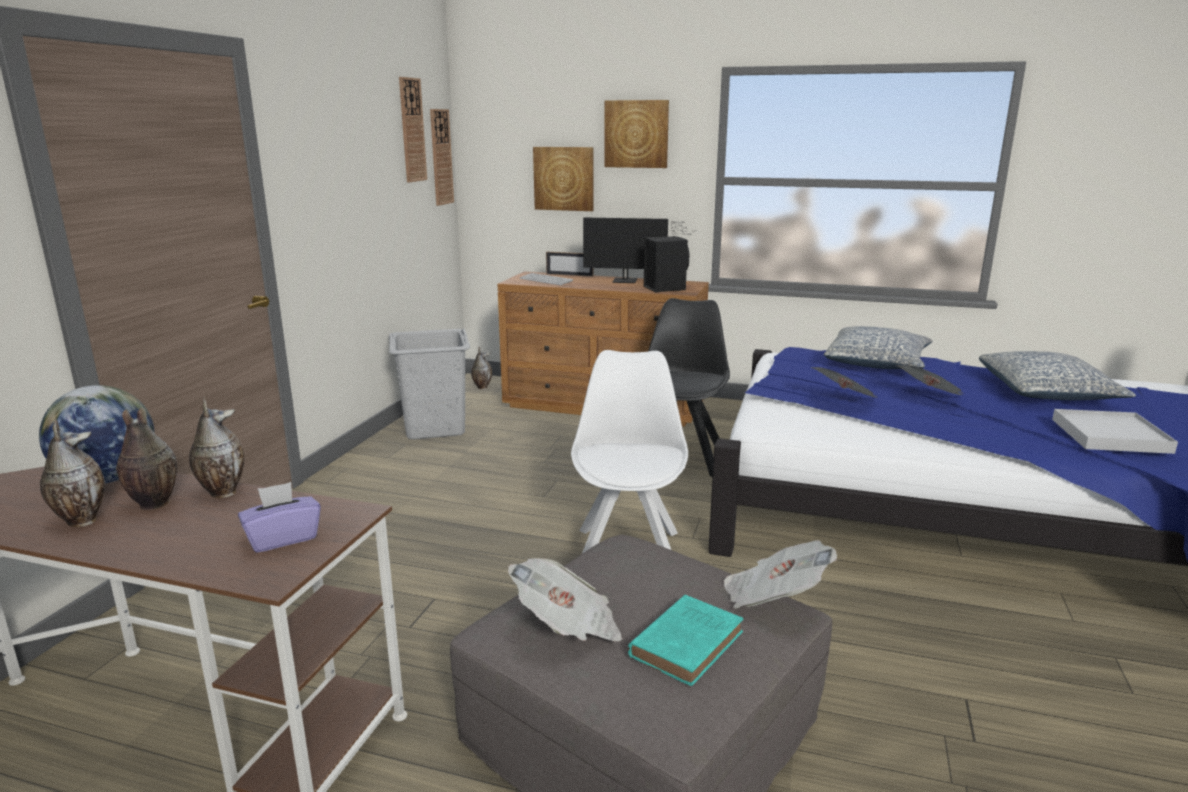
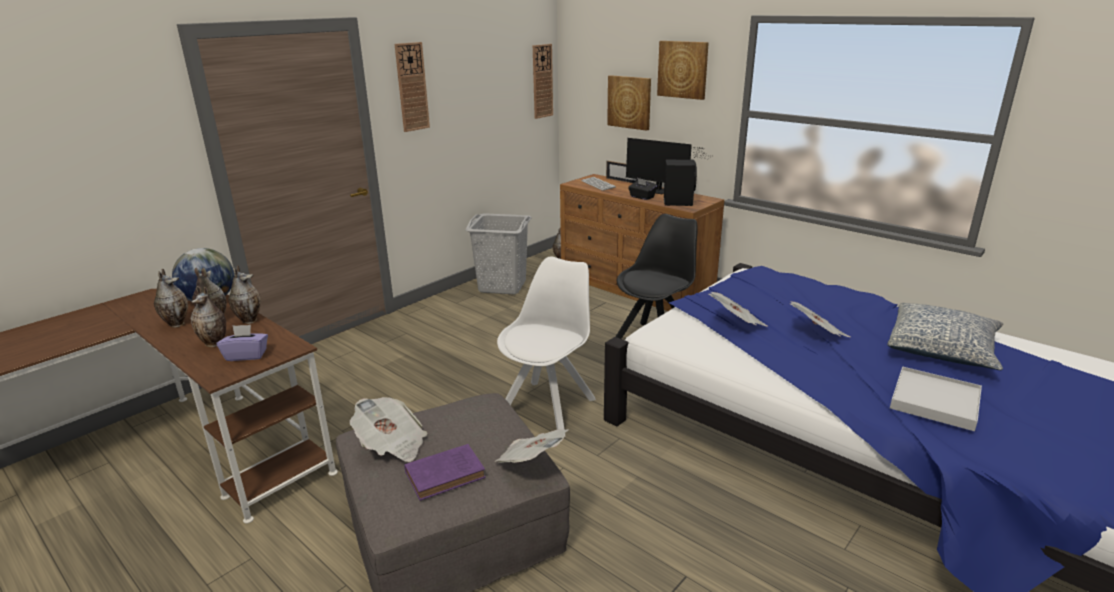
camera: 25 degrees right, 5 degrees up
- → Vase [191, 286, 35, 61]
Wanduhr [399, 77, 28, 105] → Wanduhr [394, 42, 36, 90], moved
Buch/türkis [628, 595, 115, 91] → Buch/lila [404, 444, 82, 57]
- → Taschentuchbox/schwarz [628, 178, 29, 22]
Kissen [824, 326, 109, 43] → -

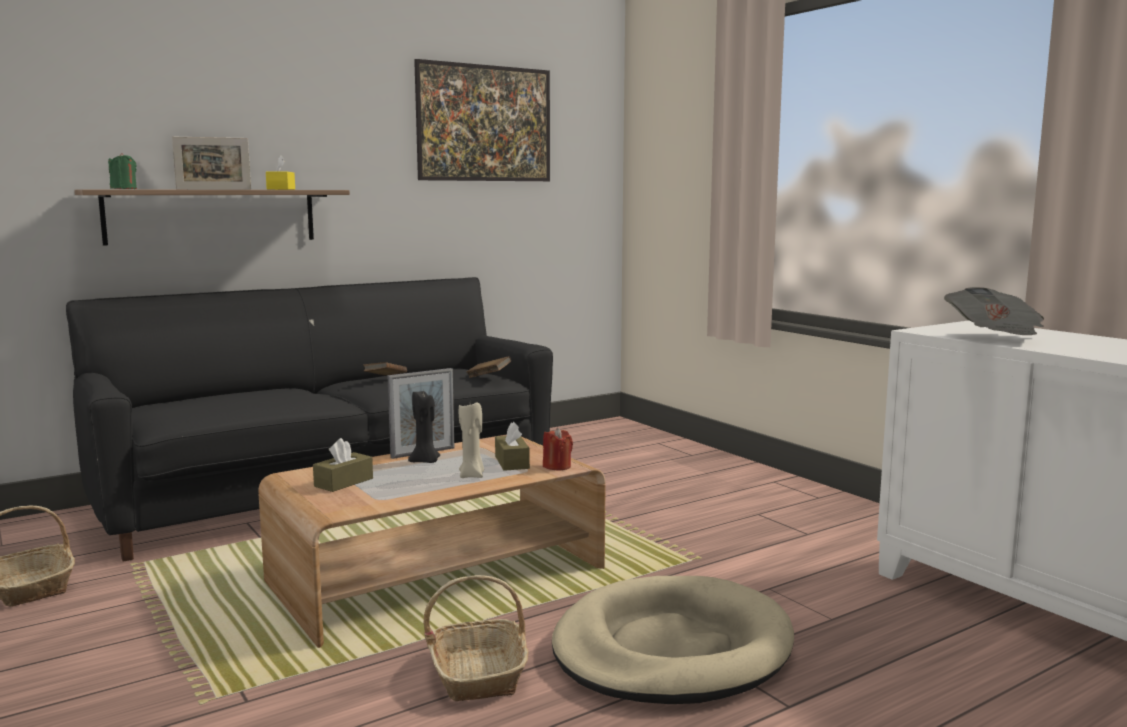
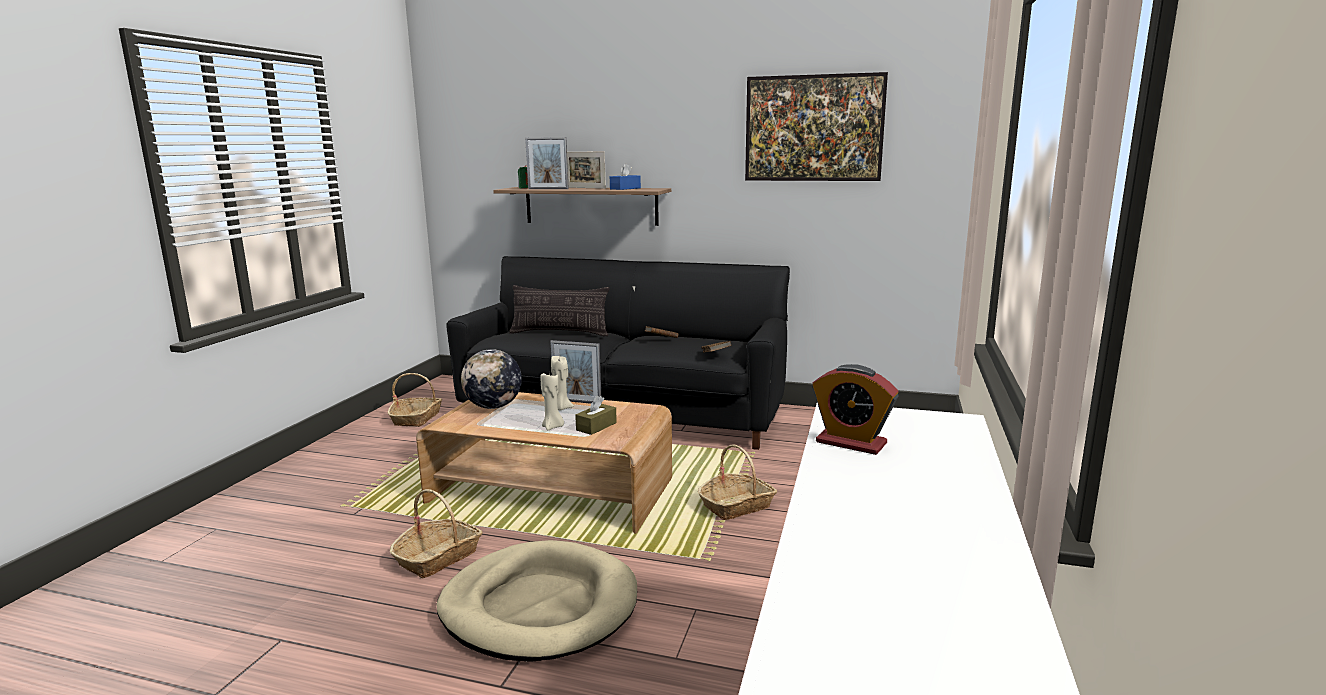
camera: 50 degrees right, 5 degrees up
Taschentuchbox/braun [313, 438, 60, 54] → Globus [461, 349, 61, 60]
- → Kissen [509, 285, 100, 51]
- → Bilderrahmen [525, 137, 44, 52]
Kerze/schwarz [408, 390, 32, 73] → Kerze/beige [551, 356, 23, 54]
Taschentuchbox/gelb [266, 155, 29, 35] → Taschentuchbox/blau [610, 163, 31, 27]
- → Korb [698, 444, 79, 76]
Zeitung [944, 287, 100, 48] → Wecker [812, 364, 87, 91]
Kerze/rot [543, 428, 30, 42] → -

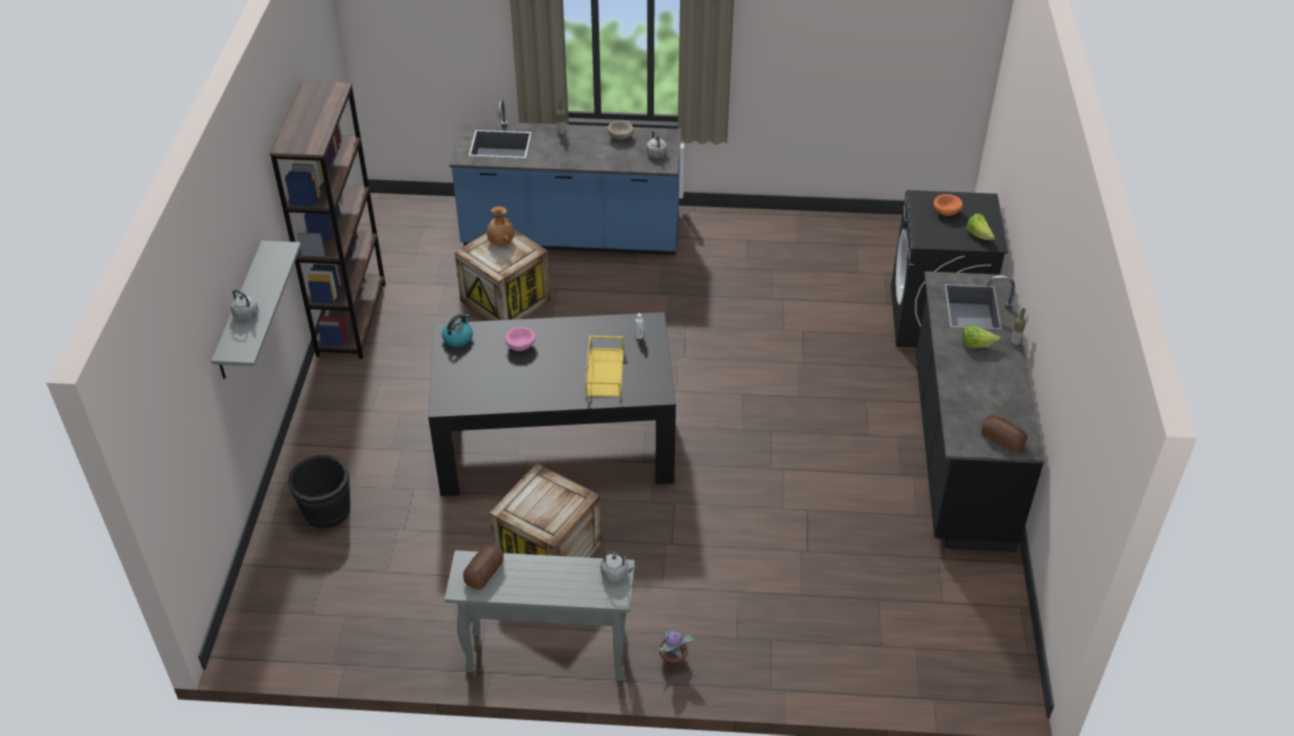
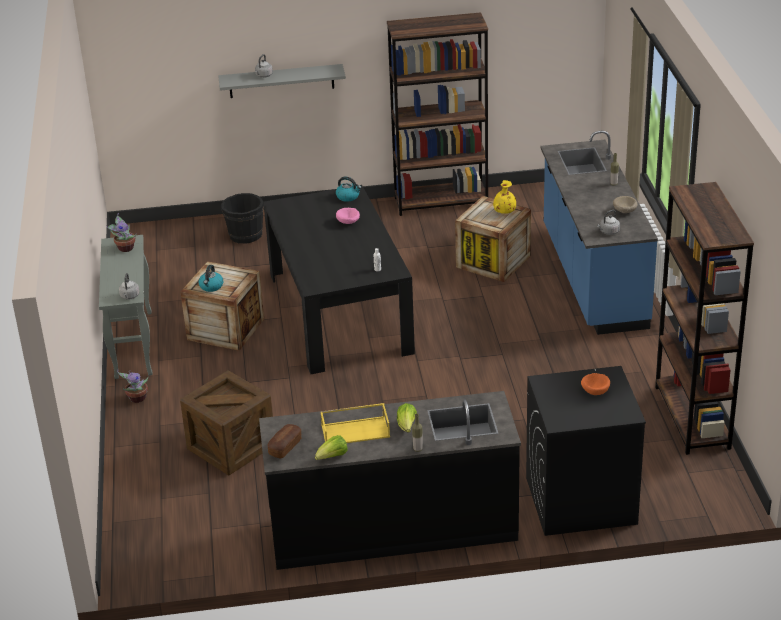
camera: 80 degrees right, 10 degrees down
Brot [463, 544, 41, 46] → Topfpflanze [107, 213, 30, 39]
- → Kiste [180, 370, 93, 105]
- → Wasserkessel [198, 265, 25, 27]
Salatkopf [966, 213, 29, 27] → Salatkopf [315, 435, 33, 25], moved
Tablett/gelb [585, 335, 39, 62] → Tablett/gelb [320, 403, 70, 40], moved
Vase/braun [487, 206, 27, 39] → Vase/gelb [493, 180, 23, 34]
- → Bücherregal/braun [655, 182, 99, 273]

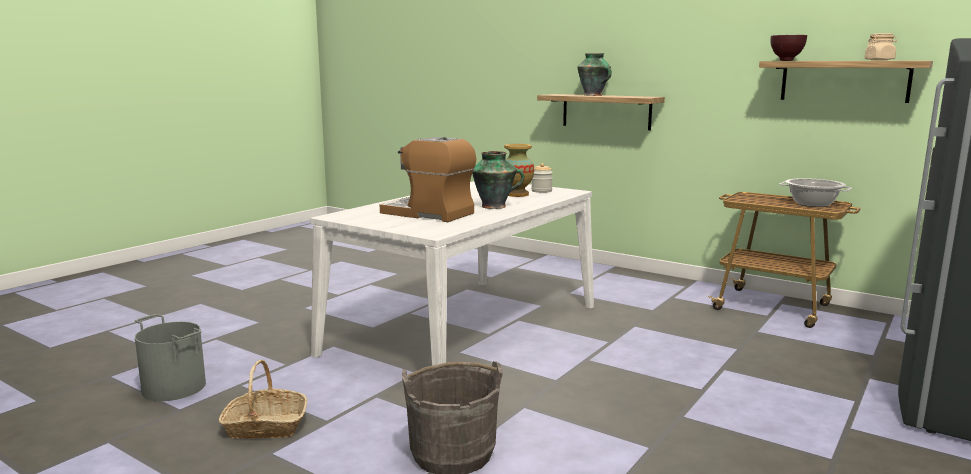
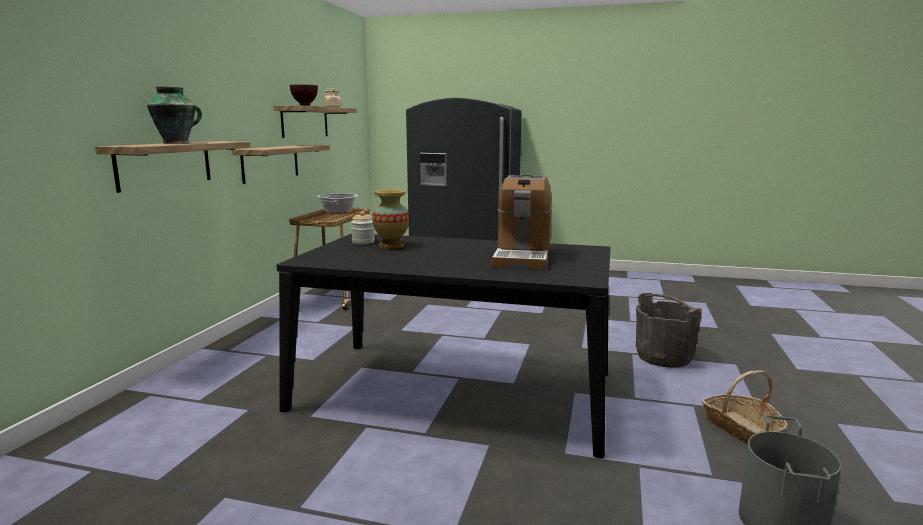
camera: 110 degrees left, 0 degrees up
- → Wandregal [231, 145, 99, 39]
Esstisch/weiß [311, 181, 283, 185] → Esstisch/schwarz [277, 234, 334, 224]
Vase [472, 151, 53, 58] → -

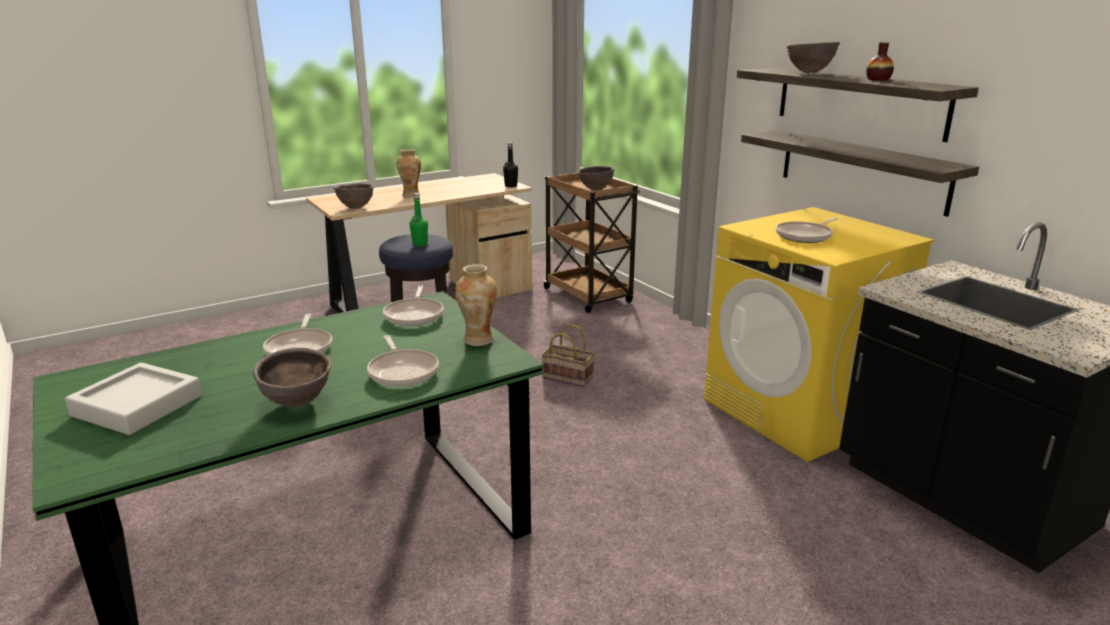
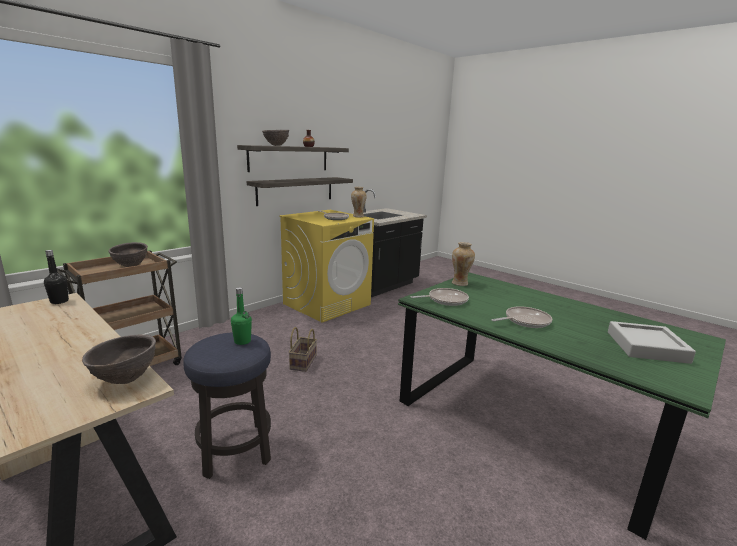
camera: 105 degrees left, 5 degrees down
Vase [396, 149, 25, 48] → Vase [351, 187, 16, 30], moved
Schüssel/braun [253, 348, 78, 59] → -
Pfanne [367, 335, 72, 52] → -

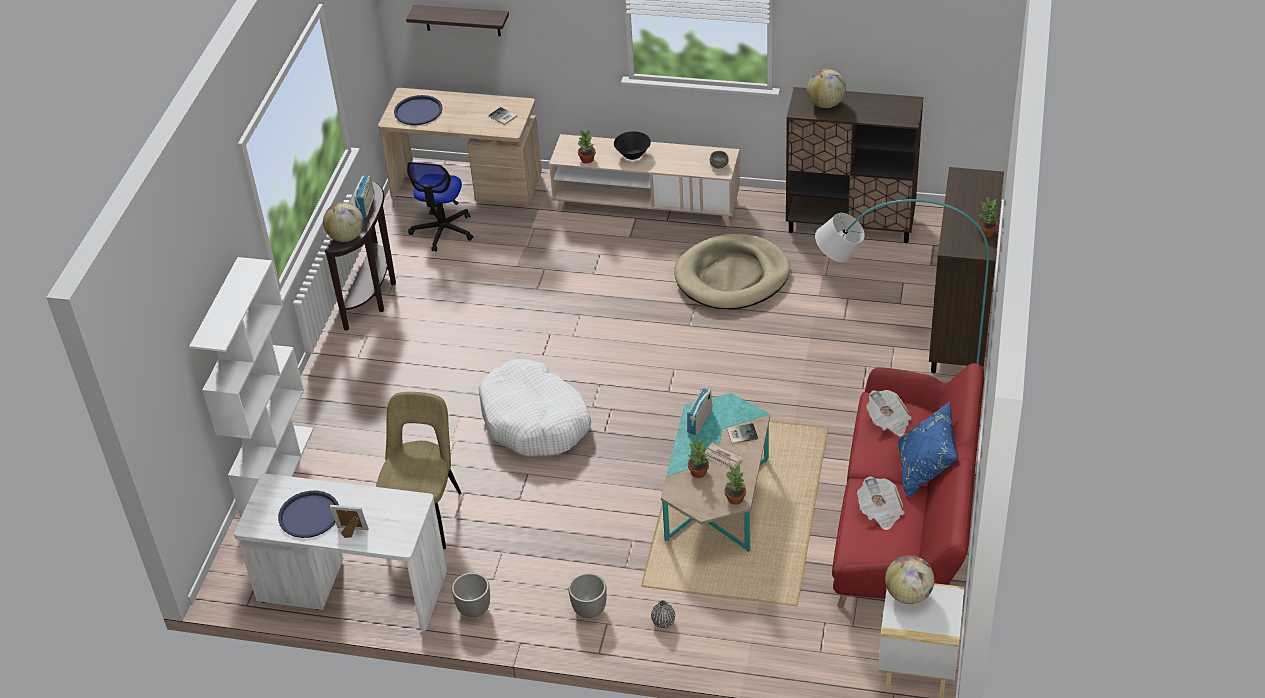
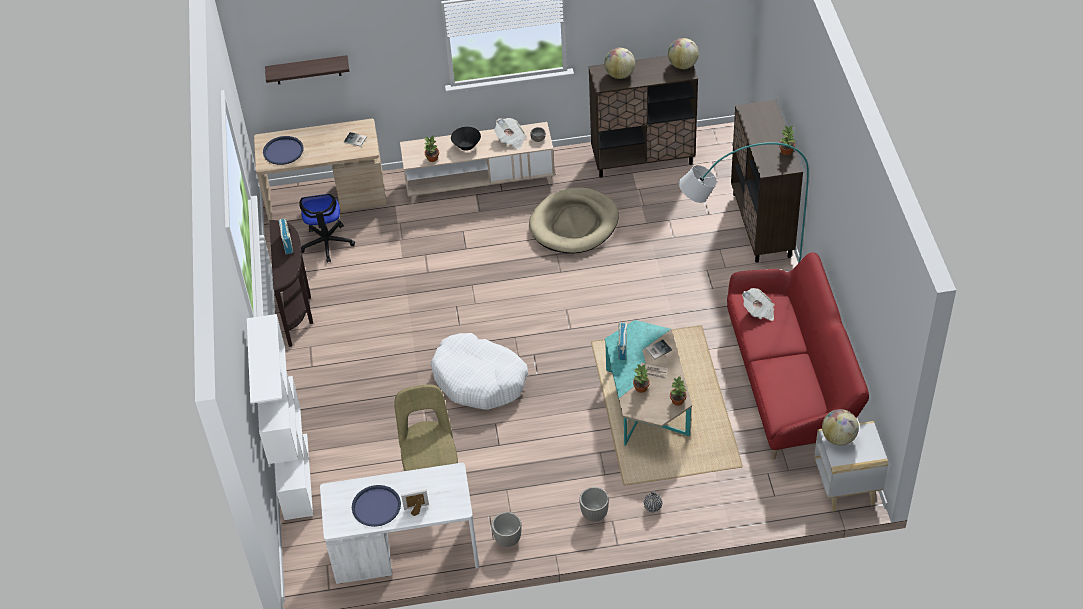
camera: 20 degrees left, 5 degrees up
Zeitung [857, 476, 47, 54] → Zeitung [494, 118, 33, 31], moved
Globus [323, 202, 41, 40] → Globus [668, 38, 31, 31], moved
Kissen/blau [898, 401, 60, 97] → -

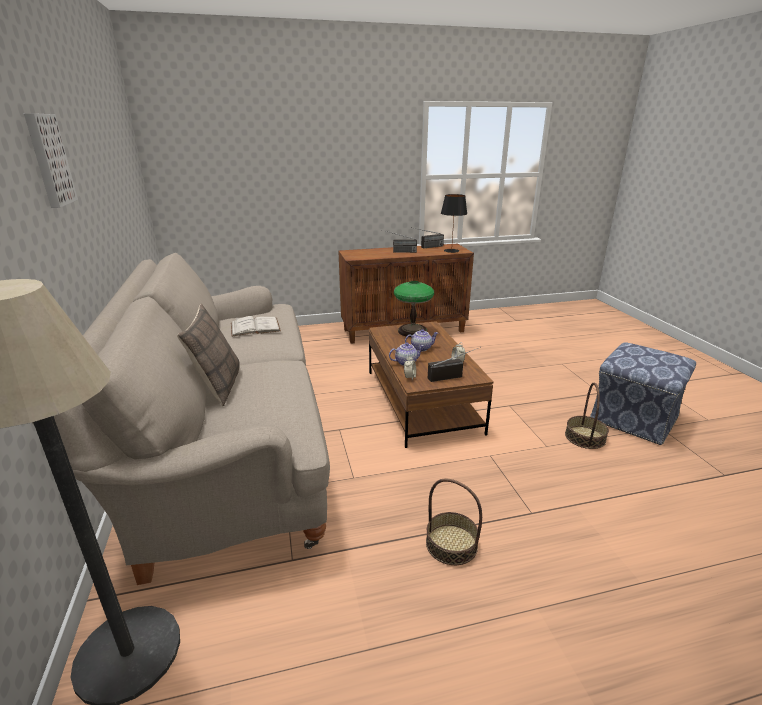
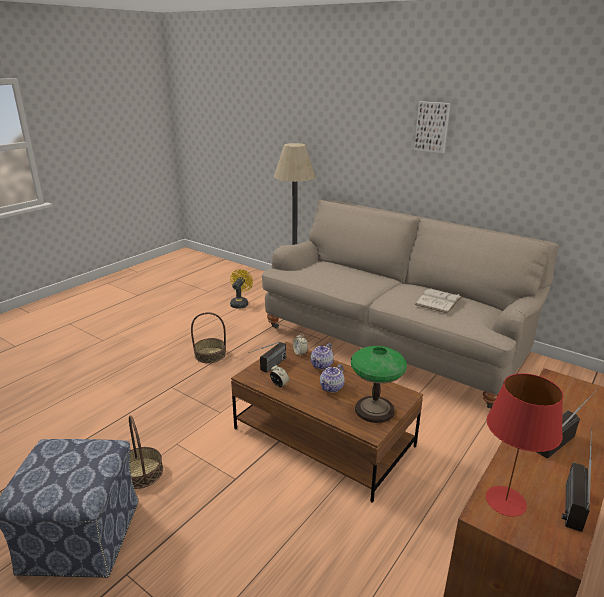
camera: 140 degrees right, 0 degrees up
- → Ventilator/gelb [230, 269, 23, 40]
Tischlampe/schwarz [441, 194, 26, 59] → Tischlampe/rot [486, 373, 77, 144]
Kissen [177, 303, 63, 103] → -

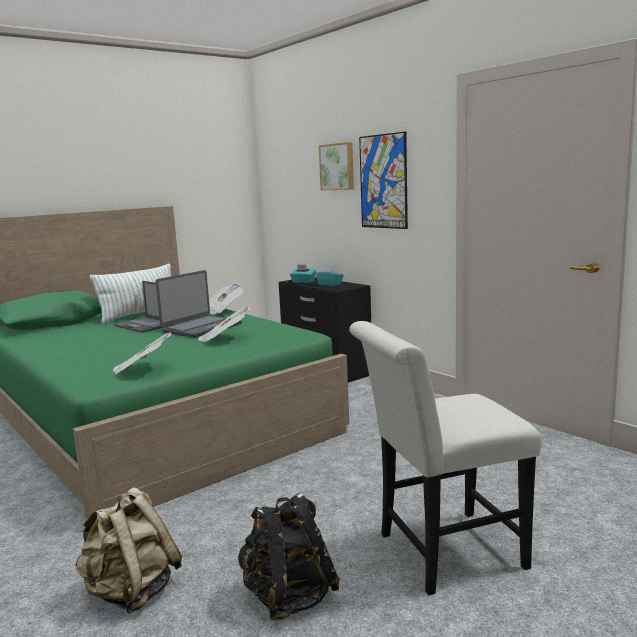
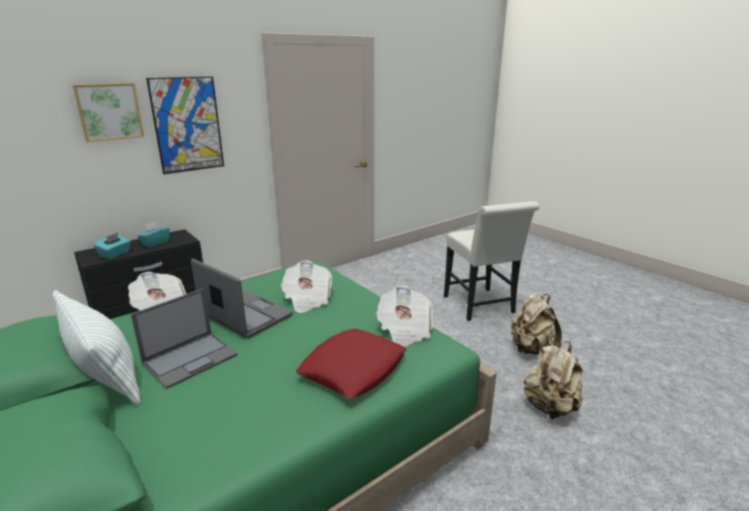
camera: 90 degrees left, 10 degrees up
- → Kissen/rot [296, 329, 110, 70]
Rucksack/schwarz [238, 493, 102, 127] → Rucksack/beige [511, 294, 51, 61]

